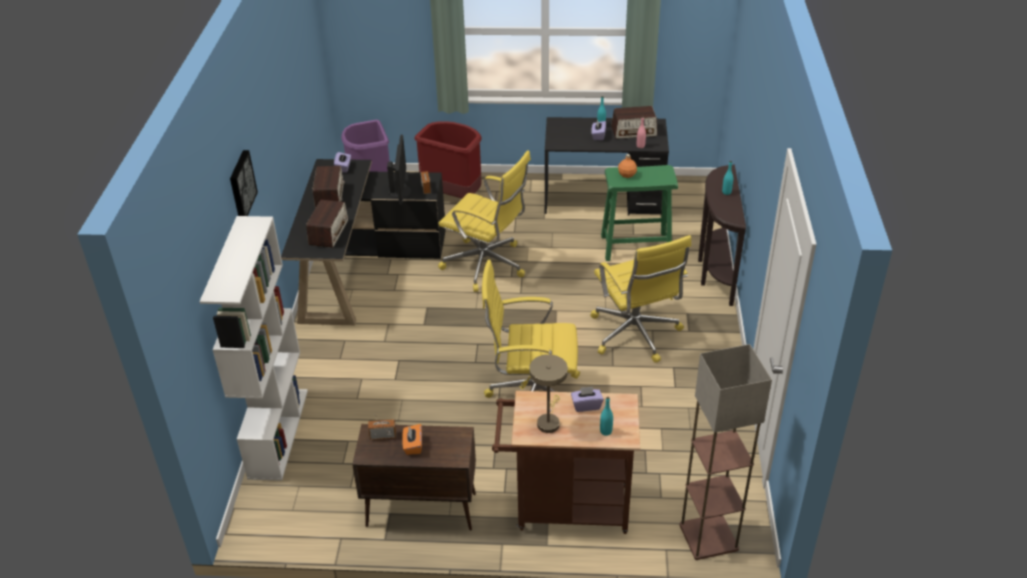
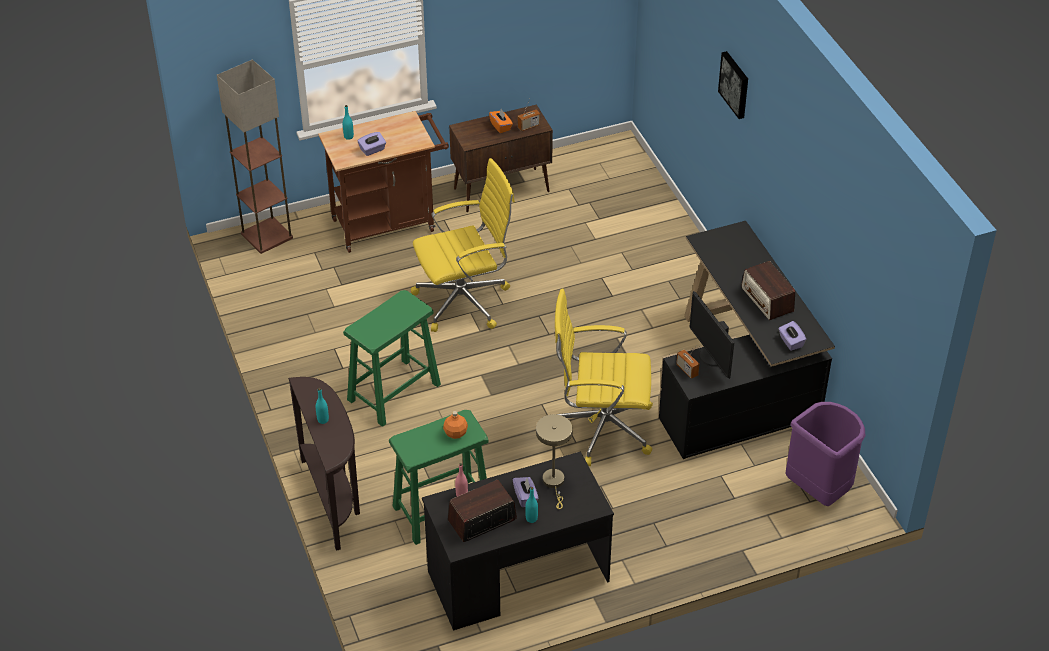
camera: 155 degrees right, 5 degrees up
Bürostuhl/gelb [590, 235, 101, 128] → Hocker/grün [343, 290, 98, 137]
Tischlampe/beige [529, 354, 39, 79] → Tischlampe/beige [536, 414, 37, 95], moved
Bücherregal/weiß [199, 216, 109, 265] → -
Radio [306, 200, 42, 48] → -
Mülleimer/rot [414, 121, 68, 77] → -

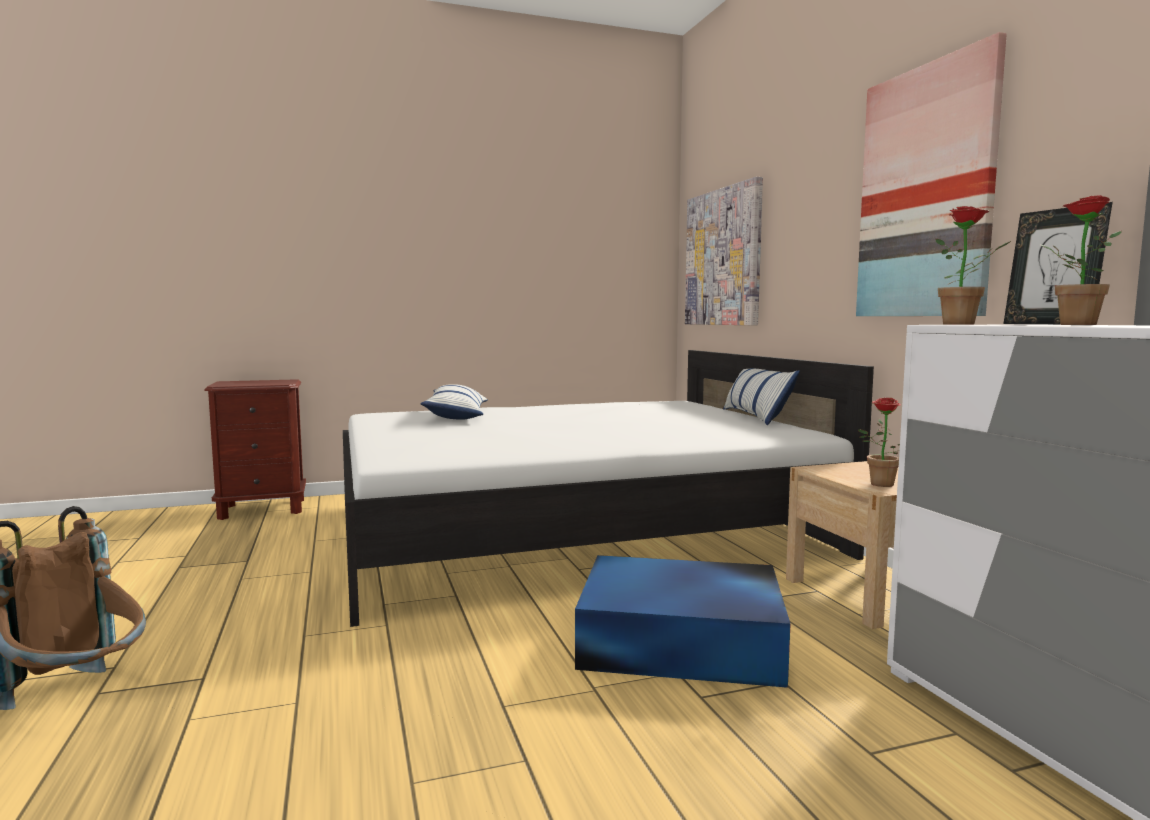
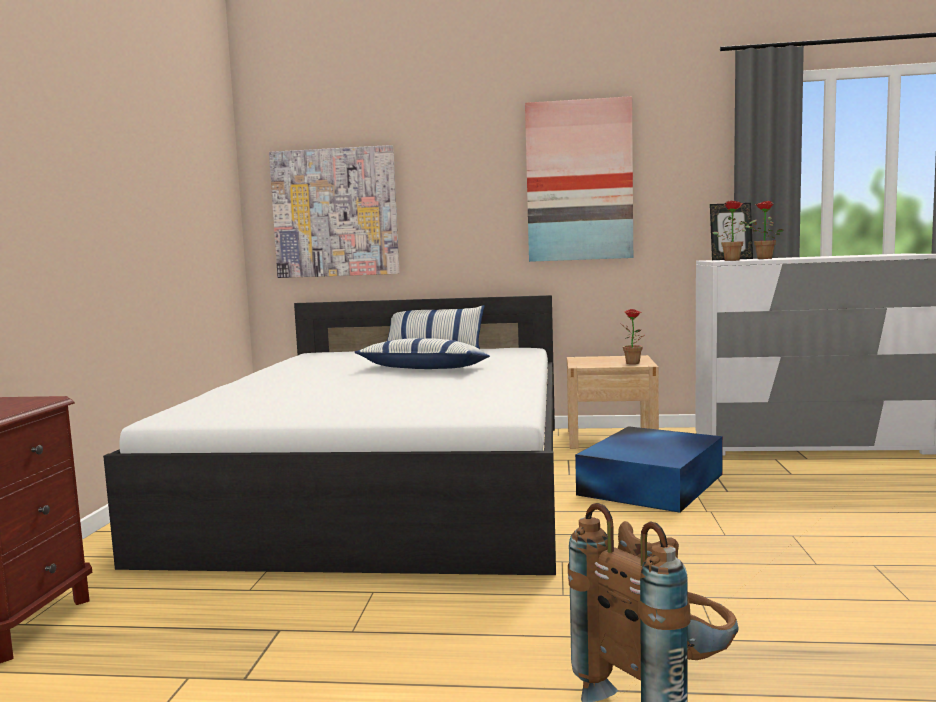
camera: 65 degrees left, 0 degrees up
Kissen [420, 384, 68, 36] → Kissen [354, 338, 136, 31], moved

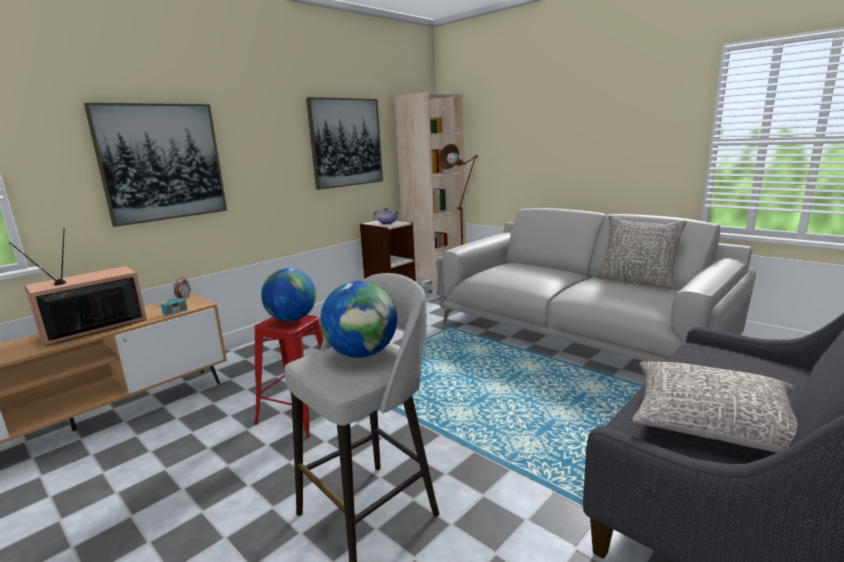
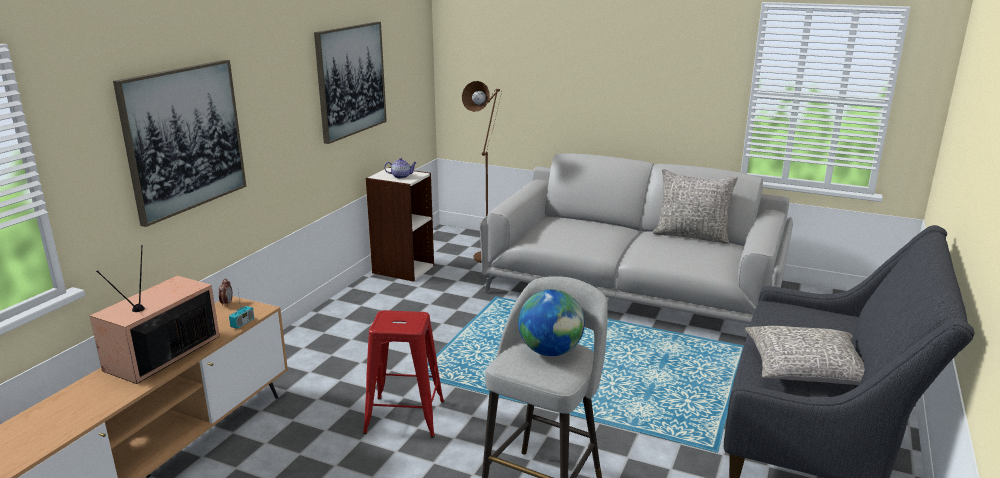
camera: 20 degrees left, 5 degrees up
Globus [261, 268, 55, 54] → -
Bücherregal/beige [394, 92, 72, 203] → -

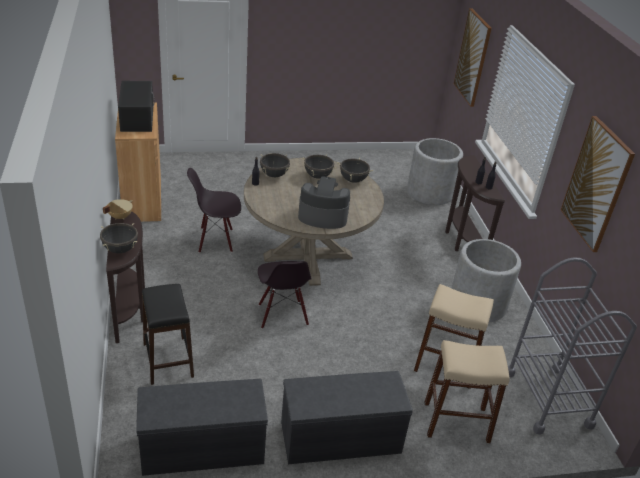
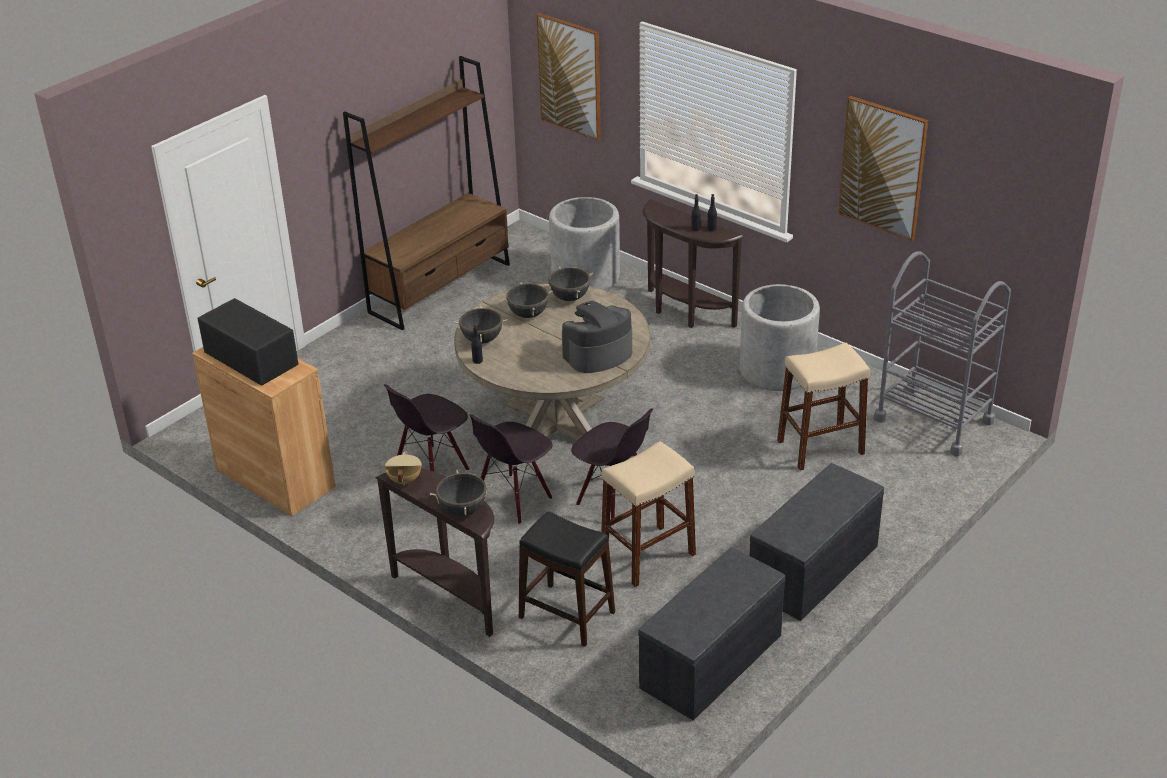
camera: 35 degrees left, 0 degrees up
- → Bücherregal/braun [343, 56, 167, 274]
- → Stuhl/schwarz [469, 414, 84, 110]
Hocker/beige [425, 340, 85, 103] → Hocker/beige [600, 441, 96, 146], moved

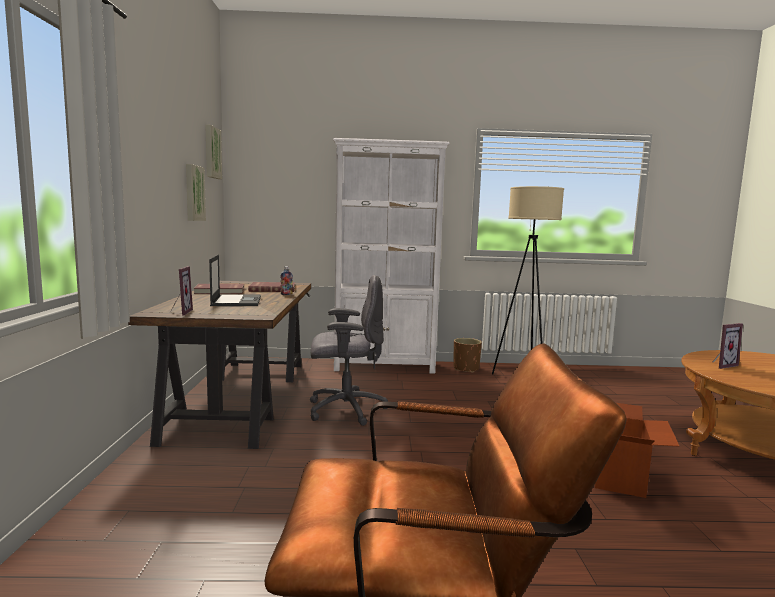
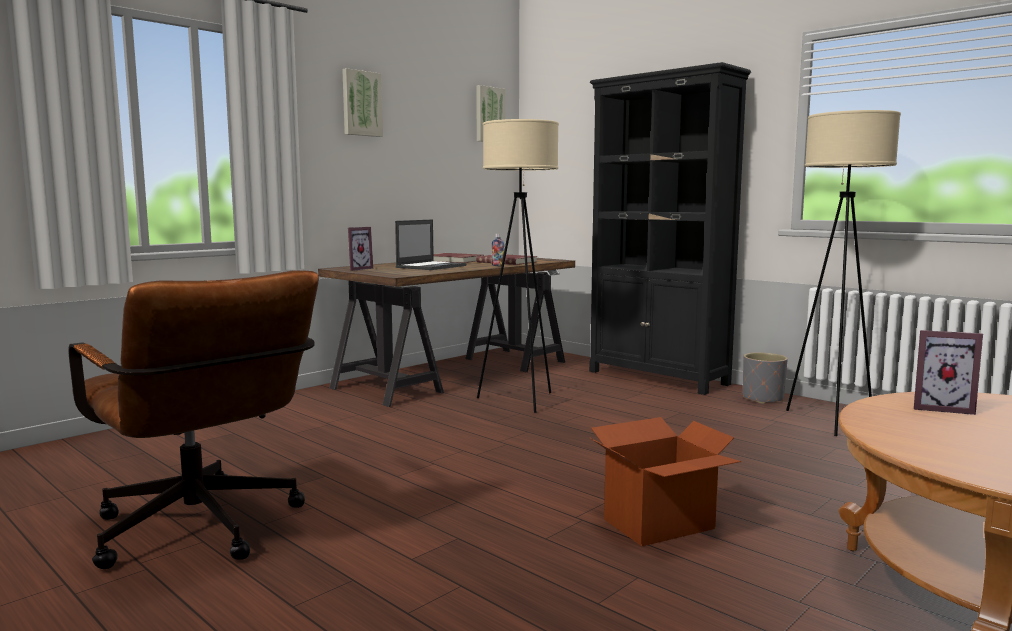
camera: 45 degrees right, 0 degrees up
Bild [186, 164, 20, 57] → Bild [342, 68, 41, 69], moved
Bürostuhl/grau [310, 275, 78, 151] → Stehlampe/beige [477, 119, 82, 294]
Bücherregal/weiß [333, 138, 117, 236] → Bücherregal/schwarz [589, 62, 162, 333]
Pflanzkübel/braun [453, 338, 29, 35] → Pflanzkübel/grau [743, 352, 45, 52]

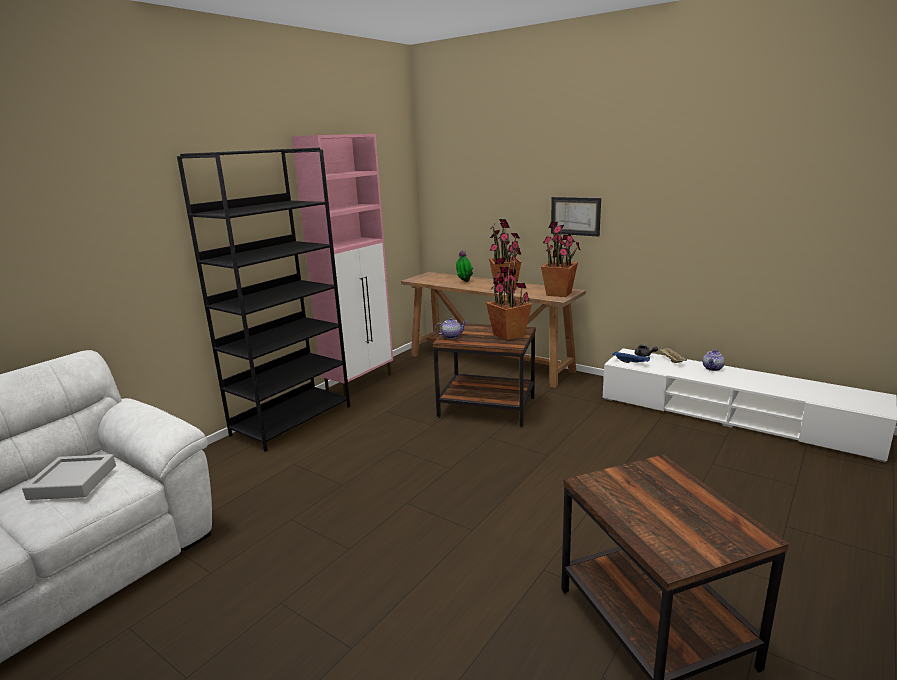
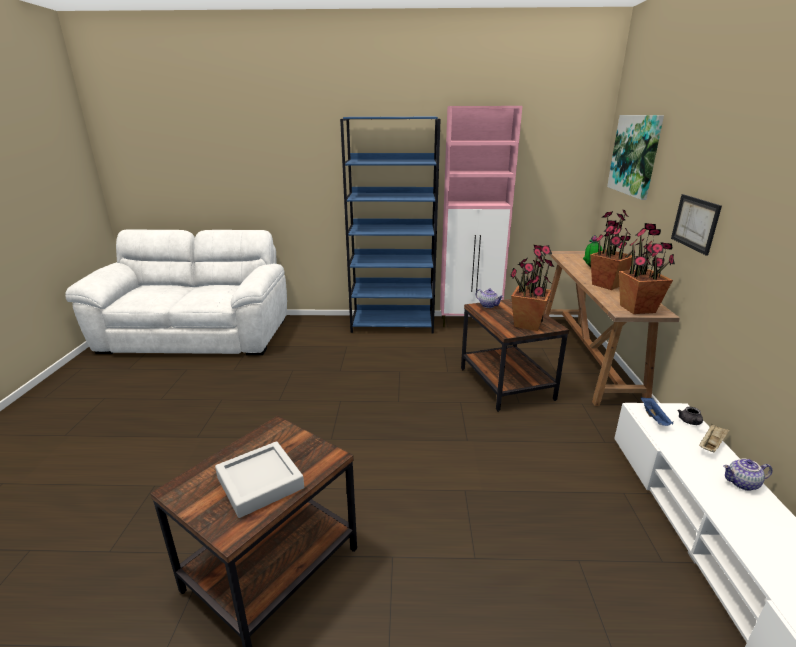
camera: 55 degrees right, 5 degrees up
Tablett/grau [22, 454, 94, 46] → Tablett/grau [215, 441, 89, 77], moved
Bücherregal/schwarz [177, 148, 173, 304] → Bücherregal/blau [340, 117, 101, 216]
- → Bild [607, 115, 57, 85]

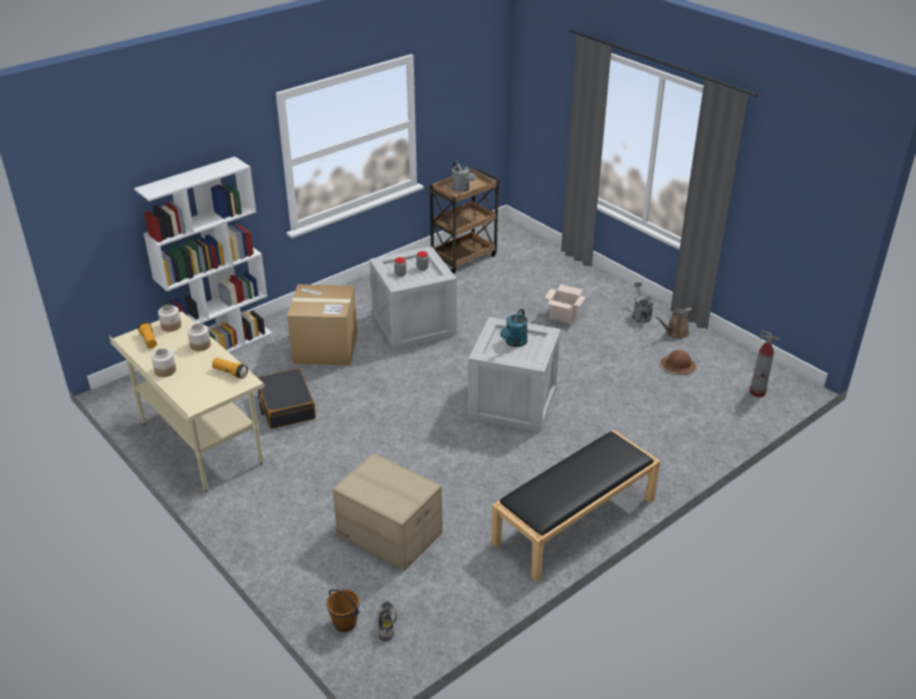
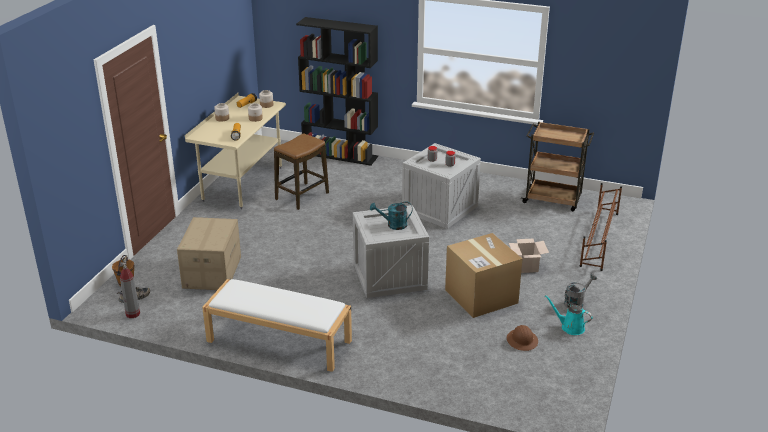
camera: 60 degrees right, 5 degrees down
Feuerlöscher [750, 330, 30, 67] → Feuerlöscher [120, 255, 20, 63], moved
Bank/schwarz [491, 430, 169, 151] → Bank/weiß [202, 279, 150, 93]
Koffer/schwarz [257, 368, 59, 61] → Hocker [274, 133, 55, 77]
Bücherregal/weiß [134, 157, 138, 196] → Bücherregal/schwarz [296, 17, 82, 149]
Karton [287, 284, 71, 82] → Karton [445, 233, 77, 85], moved
Gießkanne/braun [655, 308, 39, 30] → Gießkanne/türkis [545, 295, 48, 40]
- → Schuhregal/braun [580, 183, 42, 88]
Gießkanne/grau [452, 160, 24, 32] → -

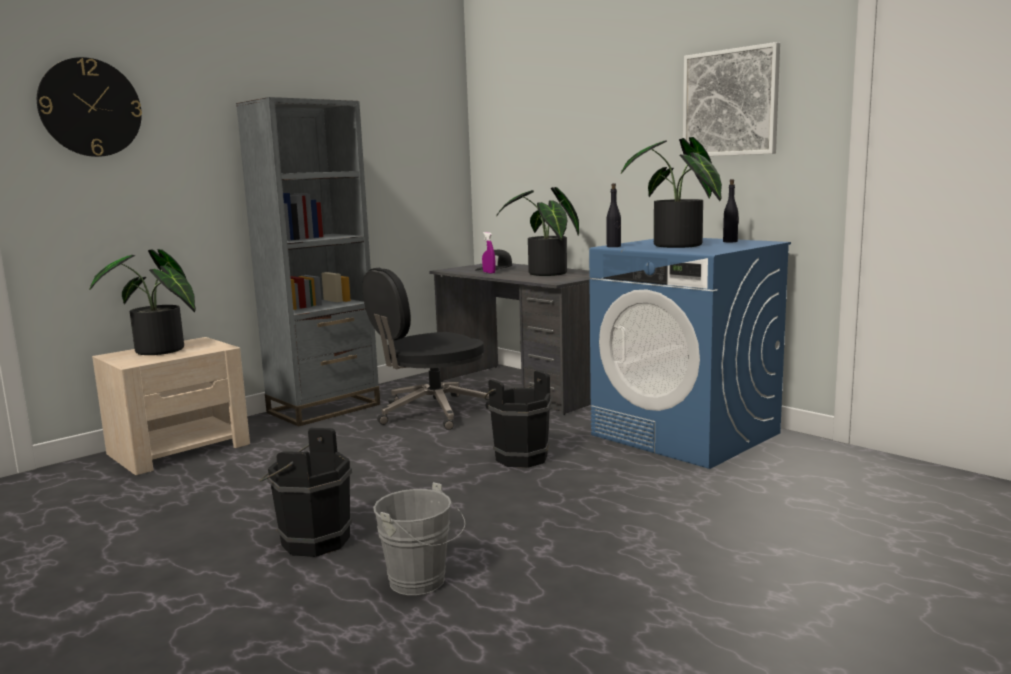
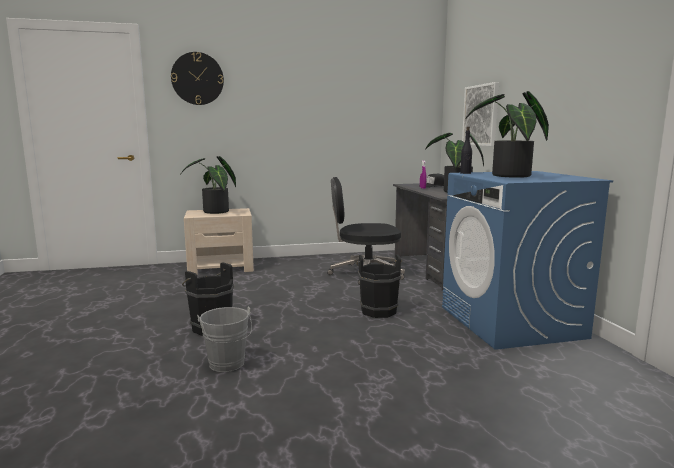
camera: 30 degrees right, 0 degrees up
Bild [683, 42, 97, 114] → Bild [462, 82, 37, 64], moved
Bücherregal/grau [236, 97, 144, 330] → -
Flasche/schwarz [723, 179, 16, 63] → -

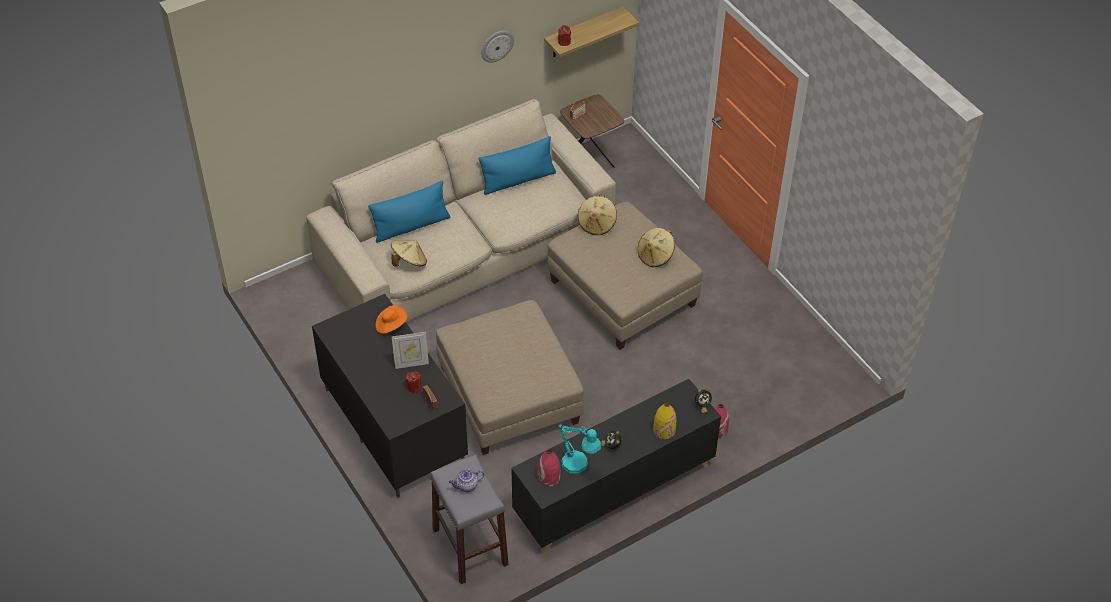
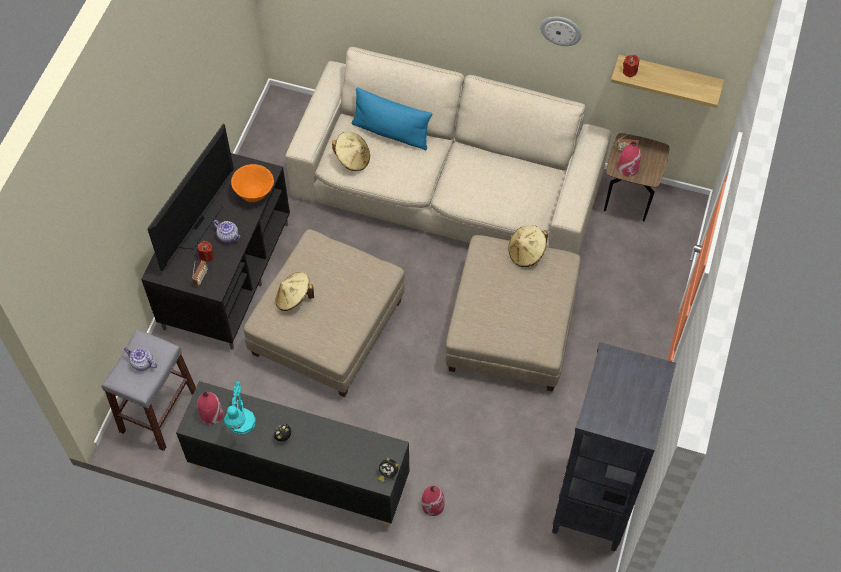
camera: 50 degrees right, 10 degrees up
- → Fernseher [147, 123, 87, 148]
Bilderrahmen [392, 332, 37, 37] → Teekanne [213, 220, 28, 23]
Hut/orange [376, 305, 31, 29] → Schüssel/orange [231, 164, 43, 38]
Hut/beige [638, 228, 37, 39] → Hut/beige [275, 272, 39, 39], moved
- → Bücherregal/schwarz [552, 342, 124, 210]
- → Vase/rot [618, 142, 23, 34]
Kissen/blau [478, 136, 78, 59] → -
Vase/gelb [653, 402, 23, 37] → -

